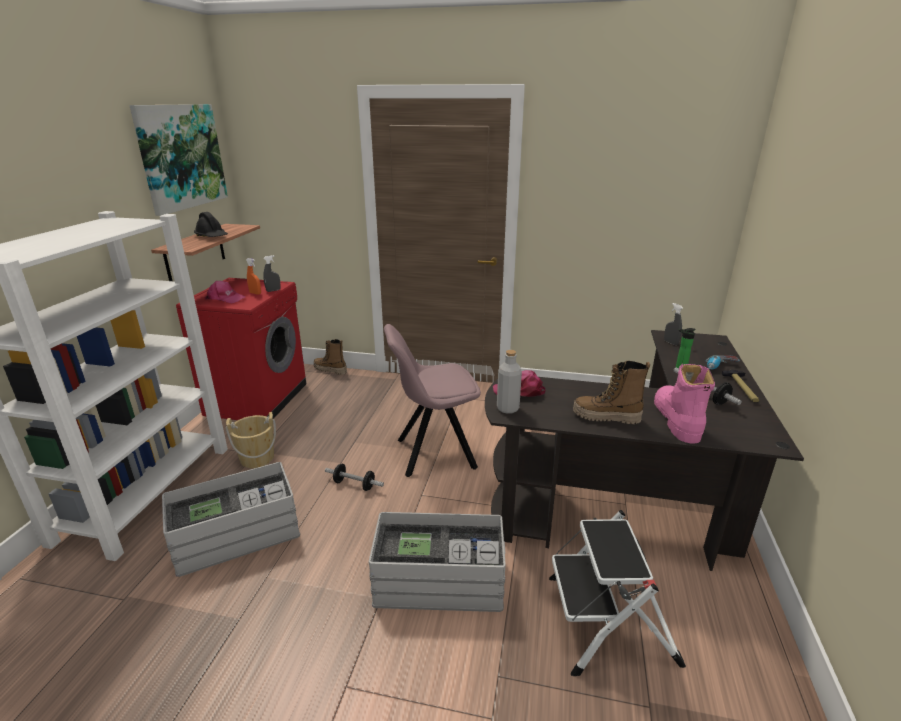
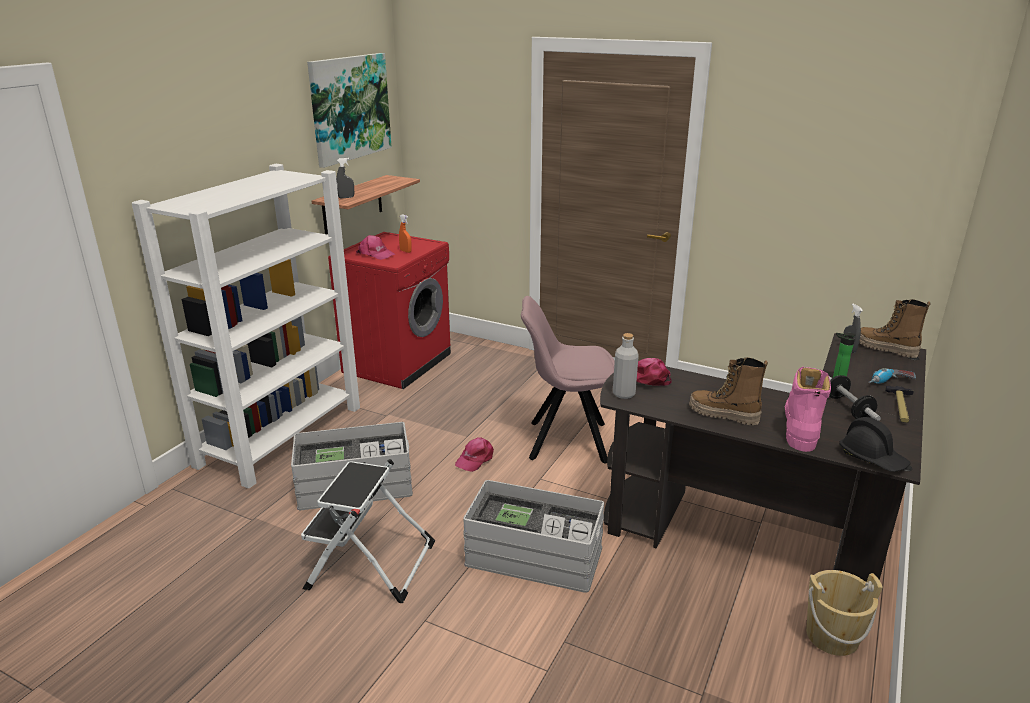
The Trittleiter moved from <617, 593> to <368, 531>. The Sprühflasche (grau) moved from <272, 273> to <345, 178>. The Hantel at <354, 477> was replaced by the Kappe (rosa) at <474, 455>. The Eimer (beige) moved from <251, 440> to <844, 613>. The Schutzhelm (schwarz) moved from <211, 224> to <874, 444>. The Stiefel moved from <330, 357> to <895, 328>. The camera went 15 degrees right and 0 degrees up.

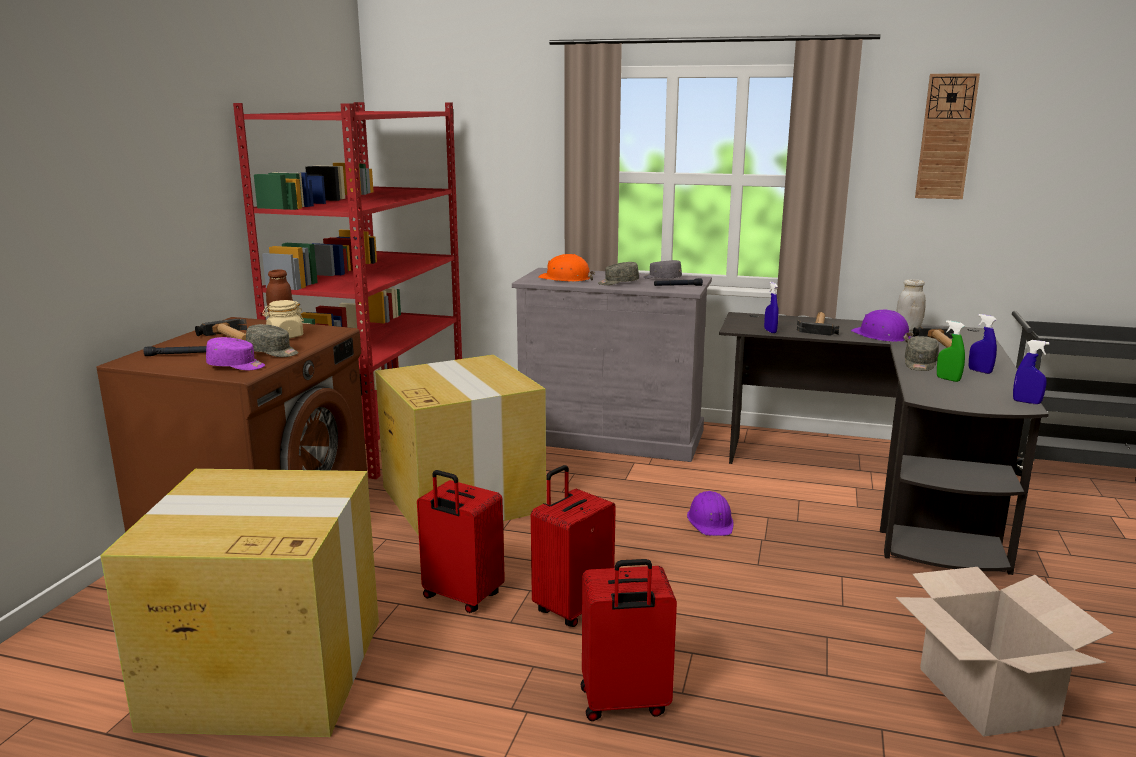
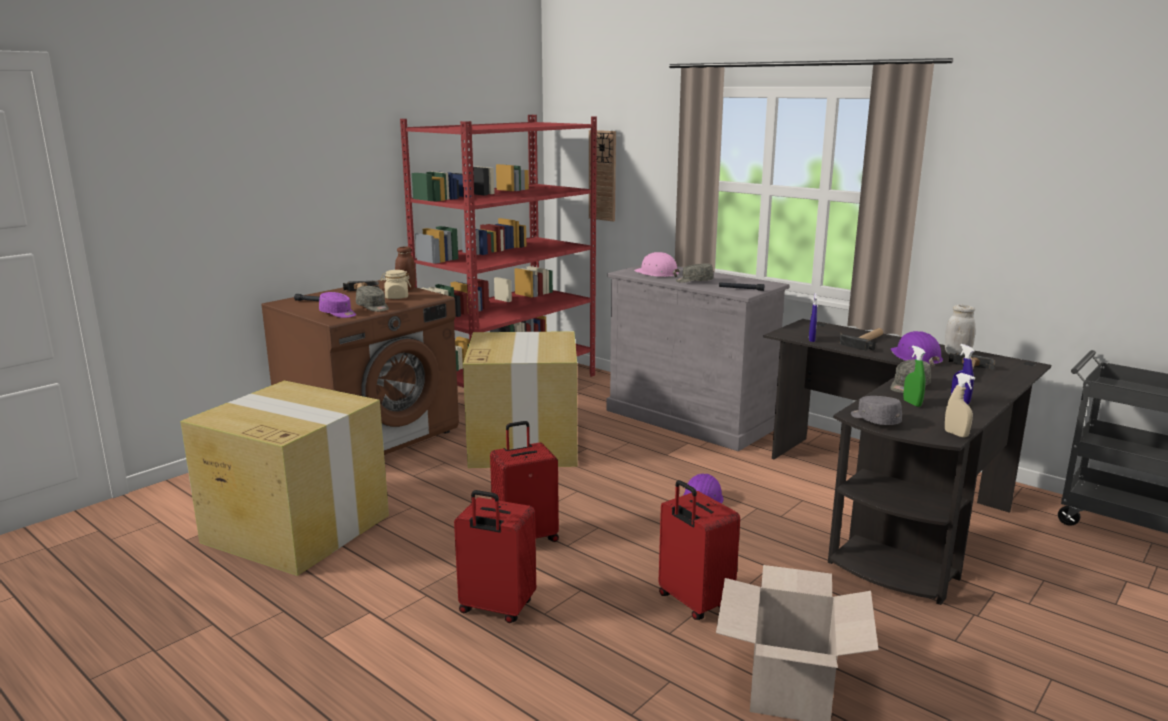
The Wanduhr moved from <947, 136> to <602, 176>. The Schutzhelm (orange) at <566, 268> became the Schutzhelm (rosa) at <657, 264>. The Koffer (rot) moved from <461, 541> to <699, 550>. The Kappe (grau) moved from <662, 269> to <876, 410>. The Sprühflasche (blau) at <1031, 372> became the Sprühflasche (beige) at <960, 405>. The camera went 25 degrees right and 0 degrees up.

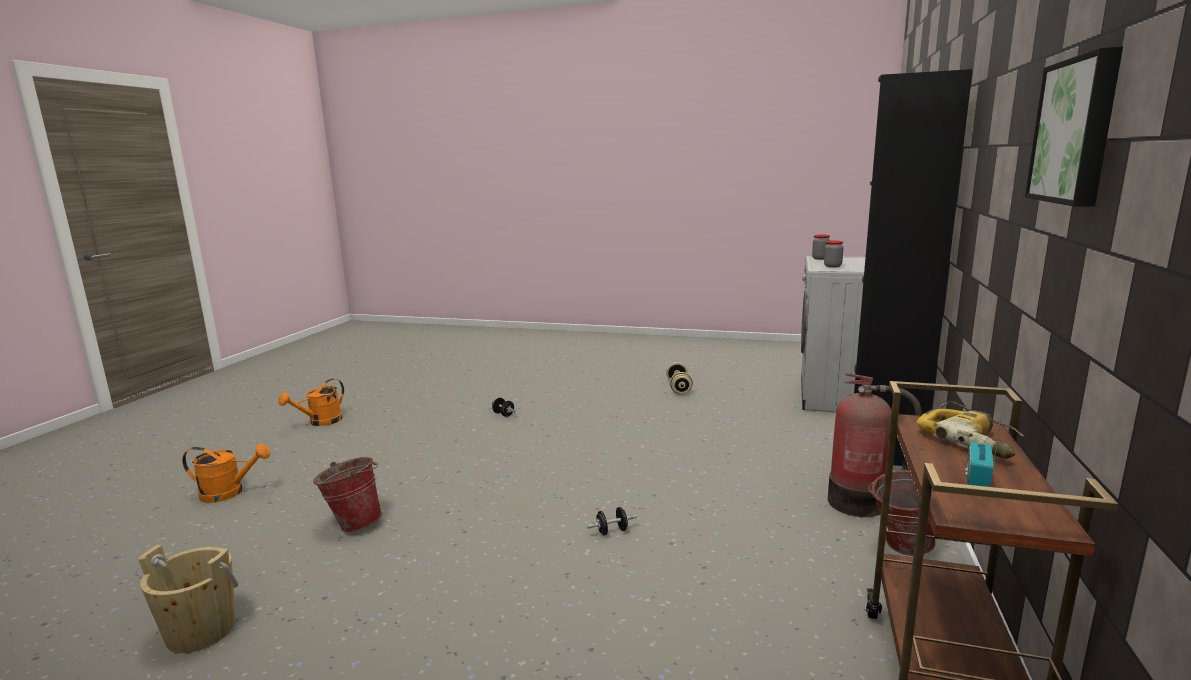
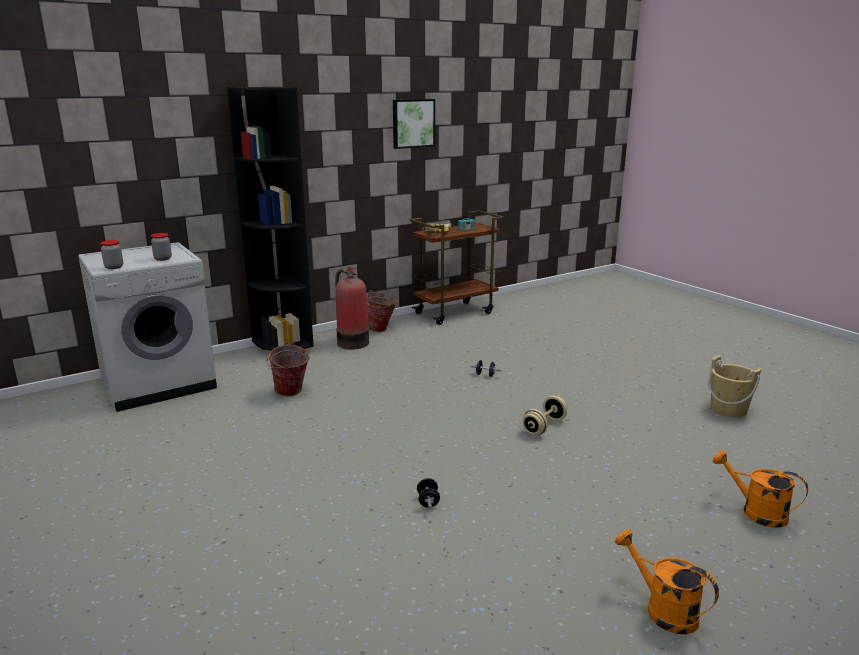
The Eimer moved from <347, 494> to <287, 369>. The Hantel (beige) moved from <679, 378> to <544, 415>. The Gießkanne (orange) at <311, 402> turned 120 degrees counterclockwise. The camera went 140 degrees left and 5 degrees up.

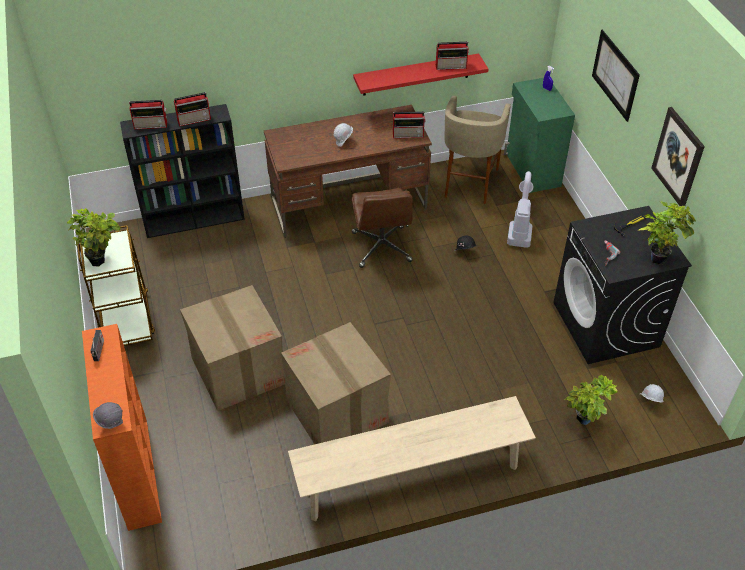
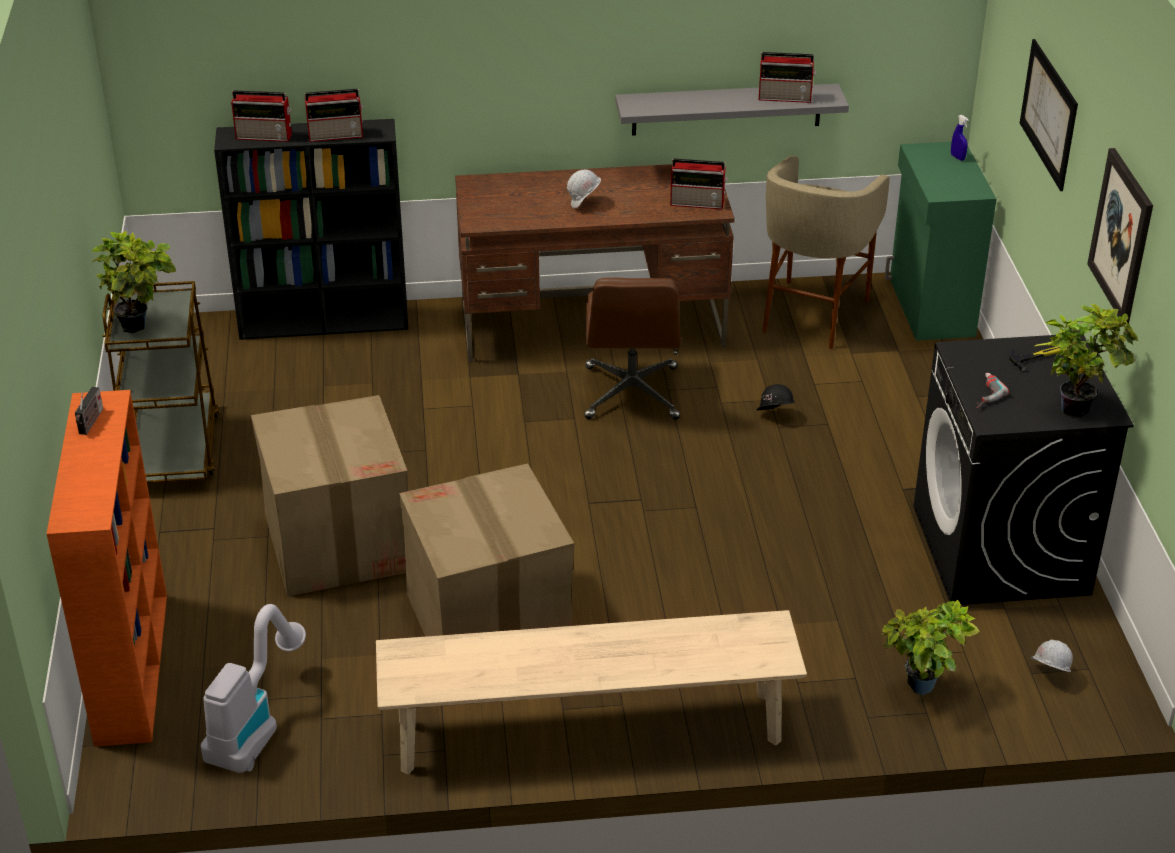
The Staubsauger moved from <520, 209> to <253, 688>. The Wandregal (rot) at <420, 74> became the Wandregal (grau) at <732, 110>. The Schutzhelm (grau) at <108, 415> disappeared. The camera went 10 degrees right and 10 degrees down.

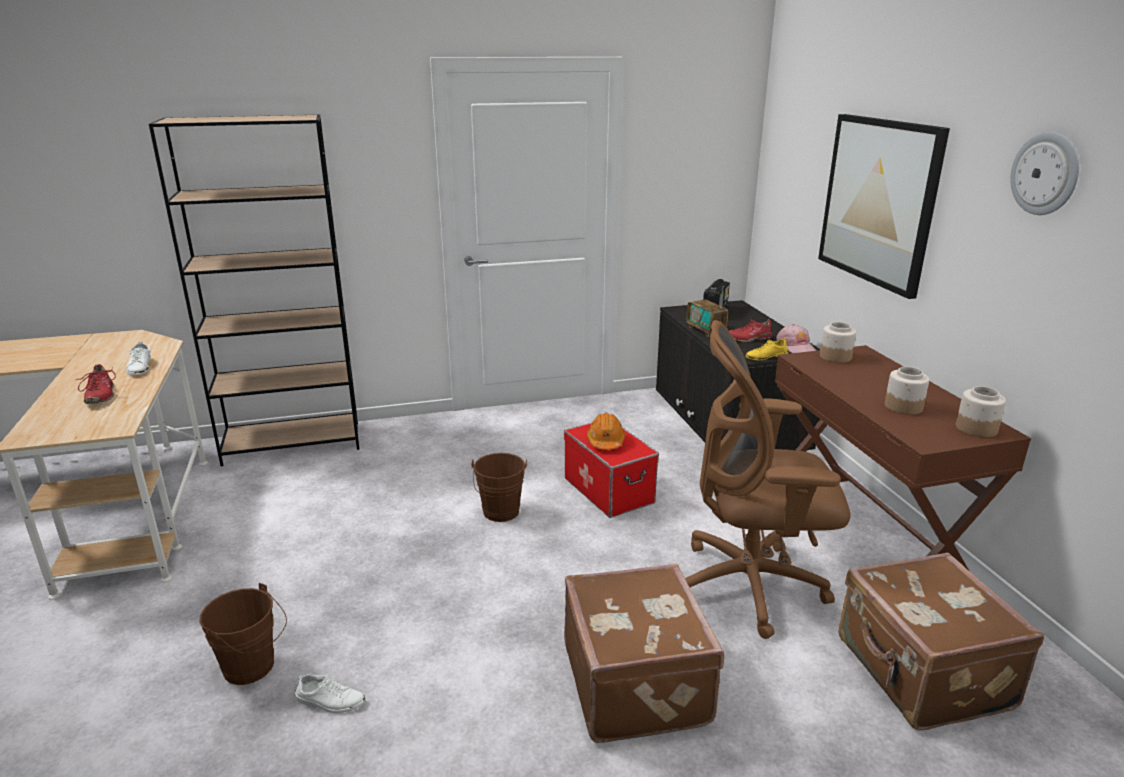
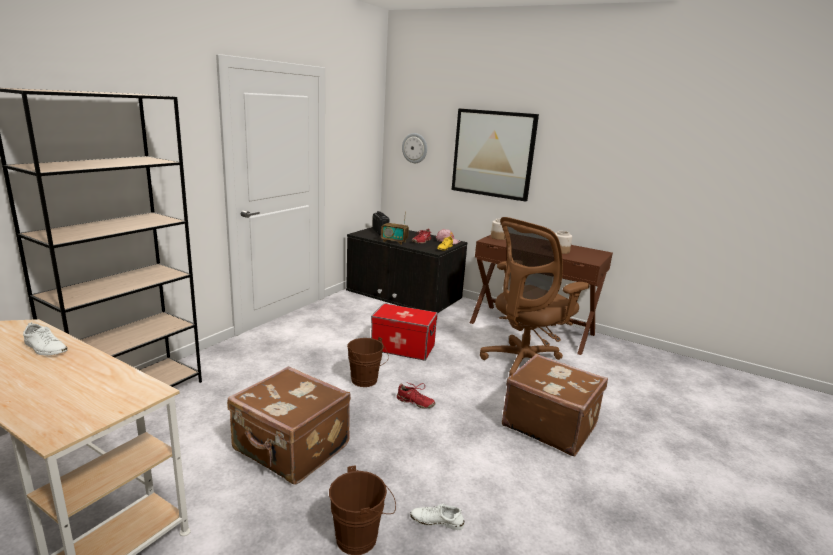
The Koffer (braun) moved from <941, 641> to <289, 425>. The Schuh (rot) moved from <96, 384> to <416, 395>. The Wanduhr moved from <1044, 173> to <414, 148>. The Schuh (weiß) at <330, 694> turned 135 degrees counterclockwise. The Schutzhelm (orange) at <606, 431> disappeared. The Vorratsglas at <981, 412> disappeared. The camera went 45 degrees left and 5 degrees down.

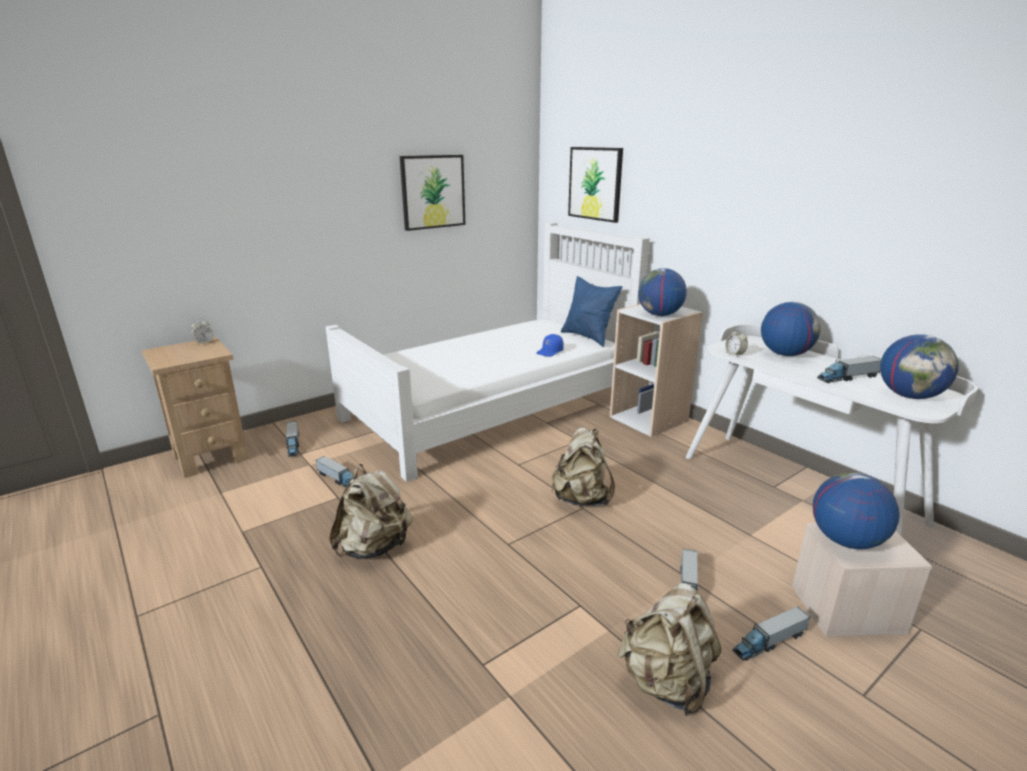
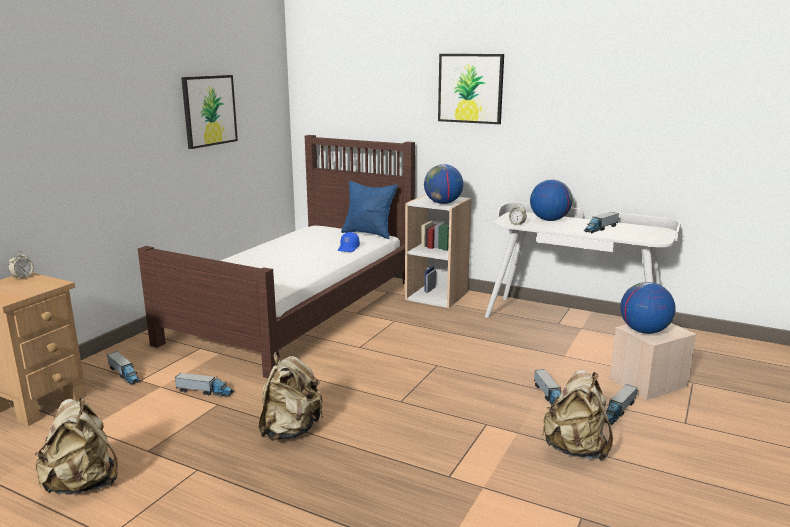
The Rucksack (beige) moved from <583, 466> to <76, 446>. The Bett (weiß) at <487, 352> became the Bett (braun) at <276, 256>. The Bild moved from <595, 185> to <471, 89>. The Globus at <919, 366> disappeared. The camera went 25 degrees left and 5 degrees down.

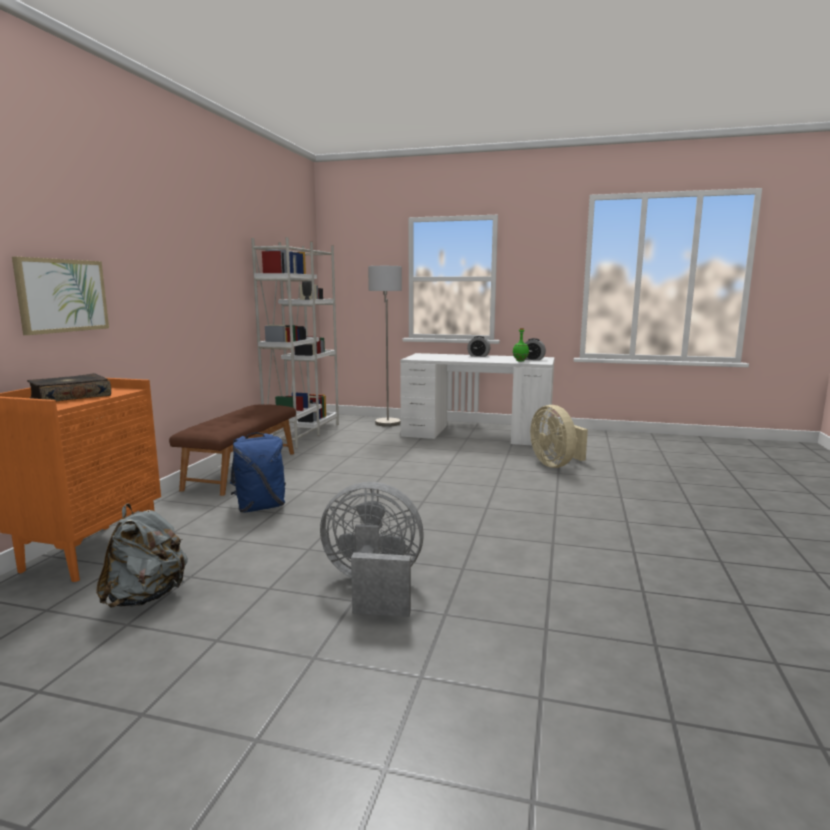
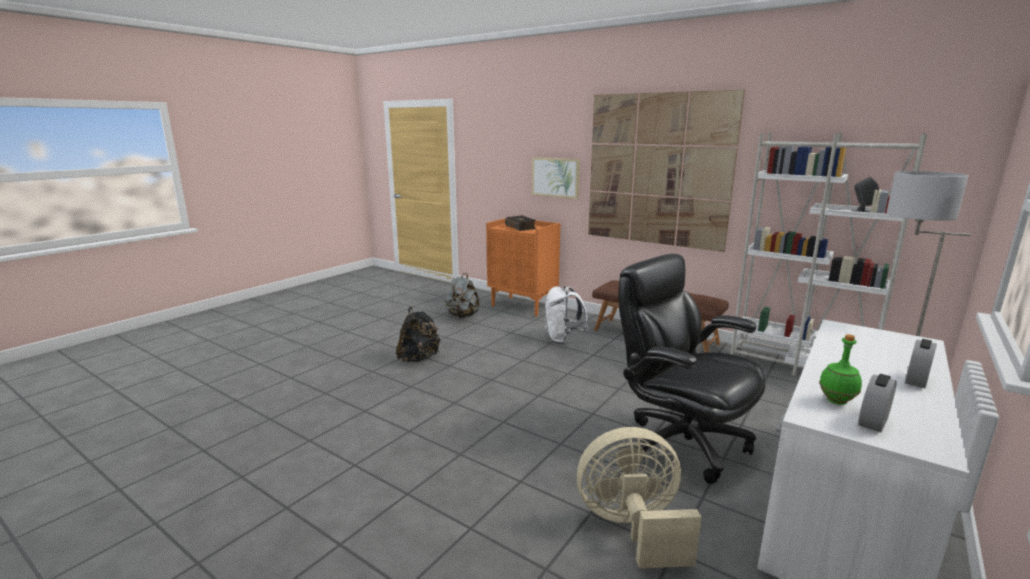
The Ventilator (grau) at <372, 549> was replaced by the Rucksack (schwarz) at <418, 334>. The Rucksack (blau) at <258, 472> became the Rucksack (weiß) at <566, 315>. The Bild at <666, 171> appeared. The Bürostuhl (schwarz) at <691, 369> appeared. The camera went 110 degrees right and 5 degrees up.

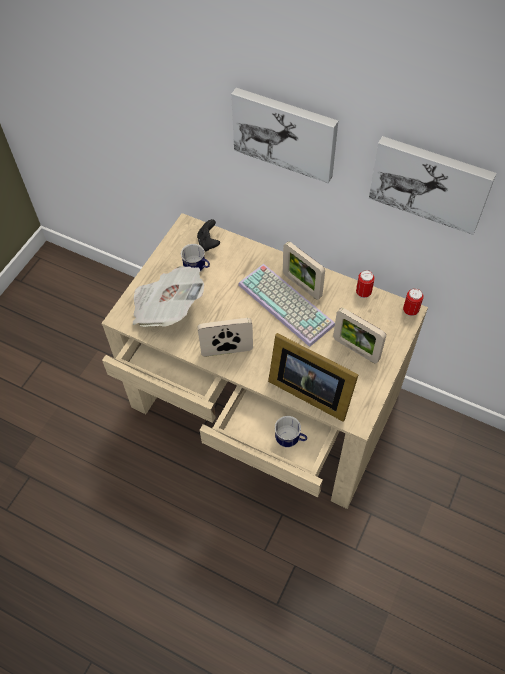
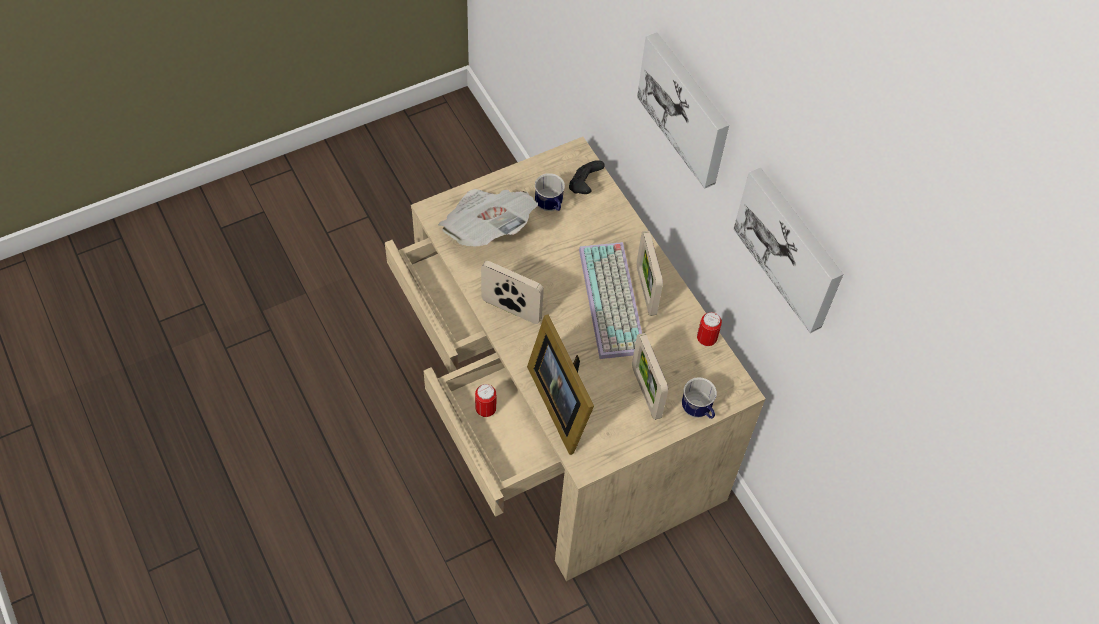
The Dose moved from <413, 302> to <485, 400>. The Henkelbecher moved from <291, 431> to <699, 398>. The camera went 30 degrees right and 0 degrees up.

